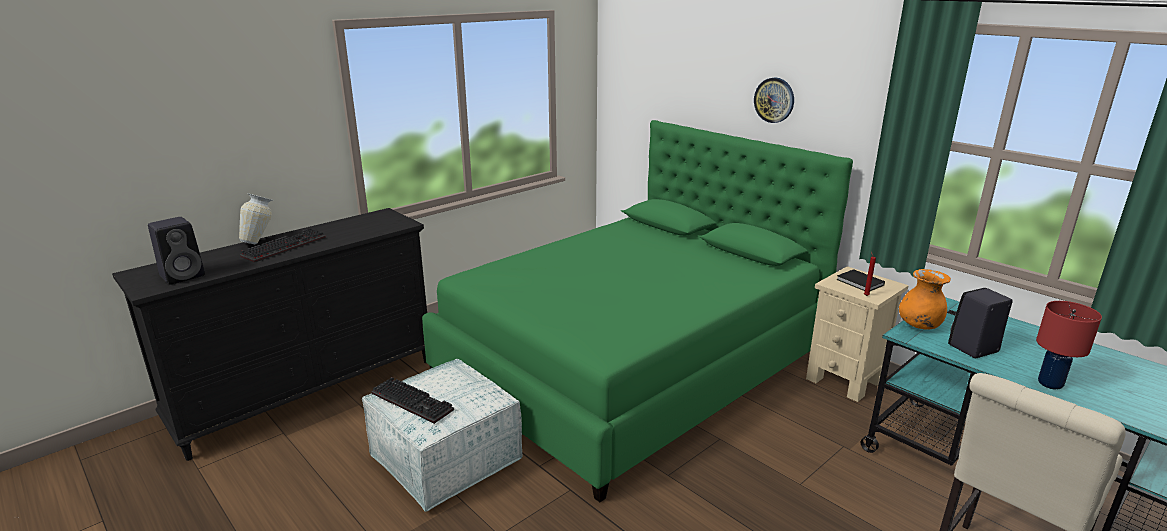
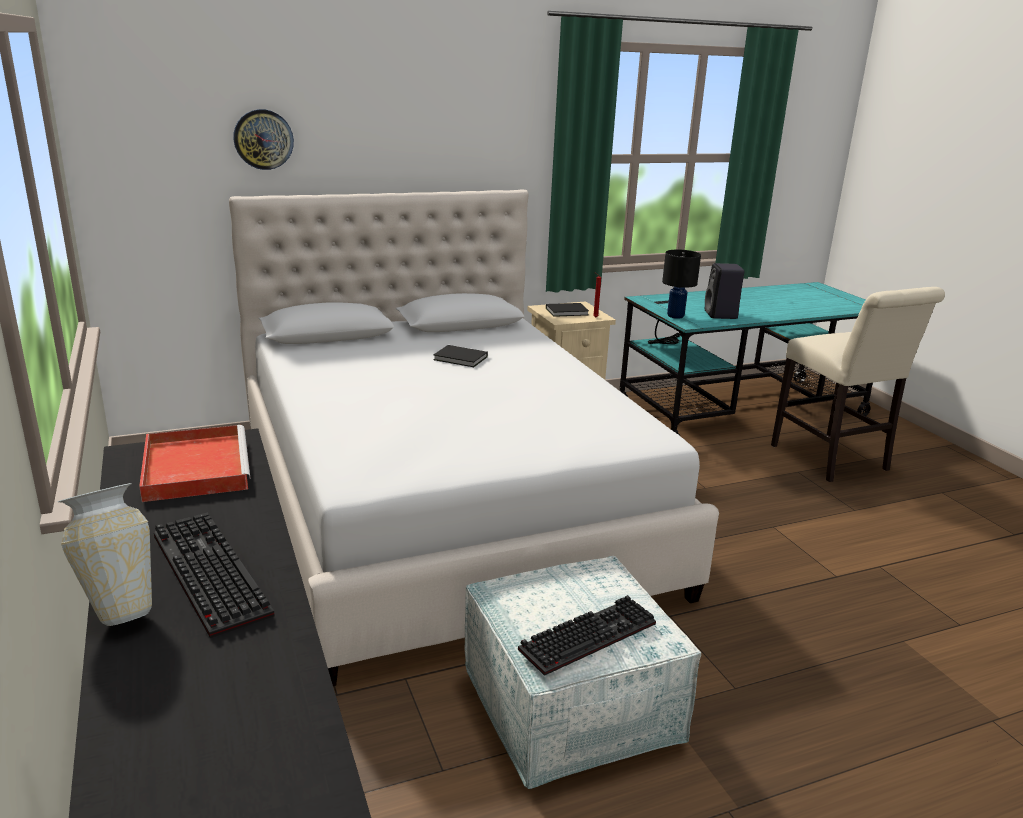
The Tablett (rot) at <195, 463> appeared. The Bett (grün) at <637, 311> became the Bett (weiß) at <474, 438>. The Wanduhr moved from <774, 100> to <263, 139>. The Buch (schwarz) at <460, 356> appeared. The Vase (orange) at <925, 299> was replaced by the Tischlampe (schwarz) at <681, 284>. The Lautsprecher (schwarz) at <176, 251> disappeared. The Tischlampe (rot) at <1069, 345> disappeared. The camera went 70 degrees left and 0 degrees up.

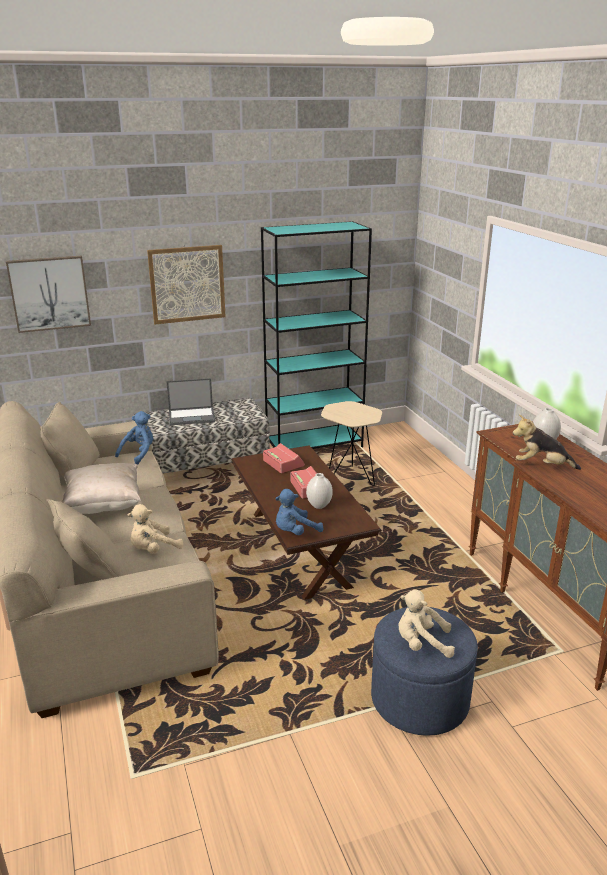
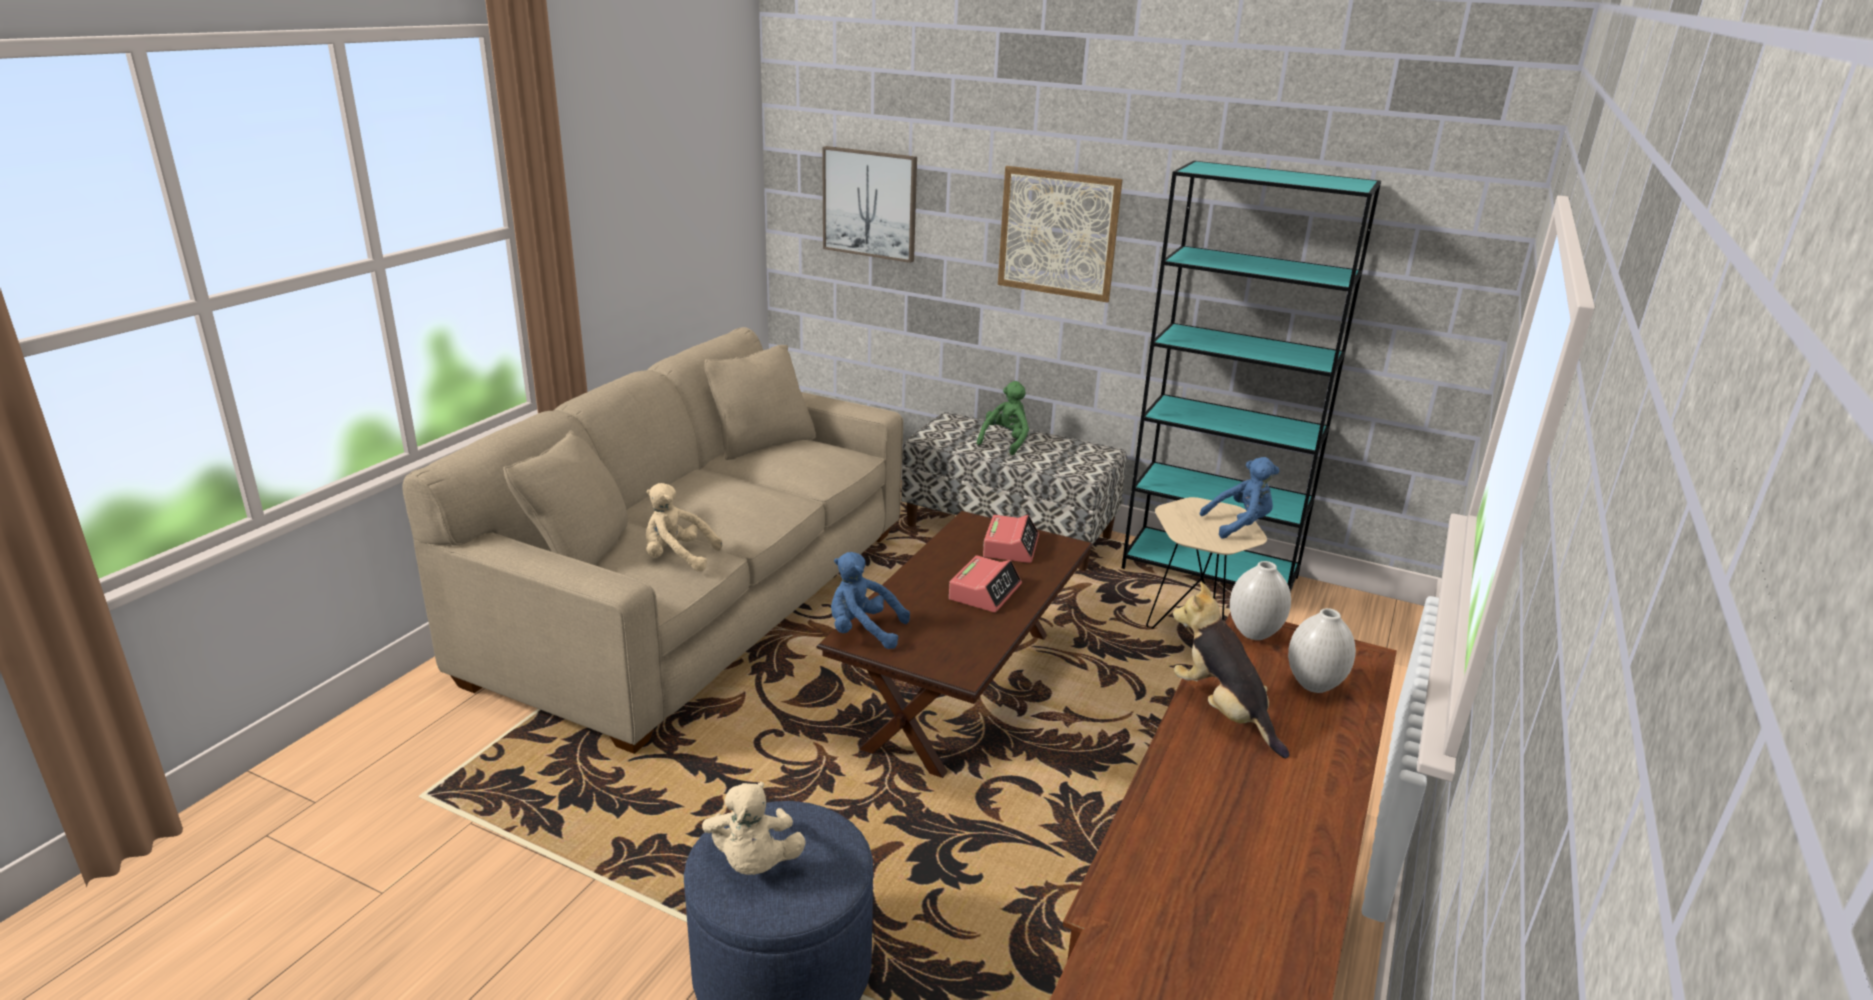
The Plüschtier (beige) at <427, 624> turned 150 degrees counterclockwise. The Laptop at <190, 401> was replaced by the Plüschtier (grün) at <1003, 418>. The Plüschtier (blau) moved from <134, 438> to <1240, 498>. The Vase (weiß) moved from <319, 491> to <1260, 600>. The Kissen (beige) at <101, 488> disappeared. The camera went 45 degrees right and 0 degrees up.

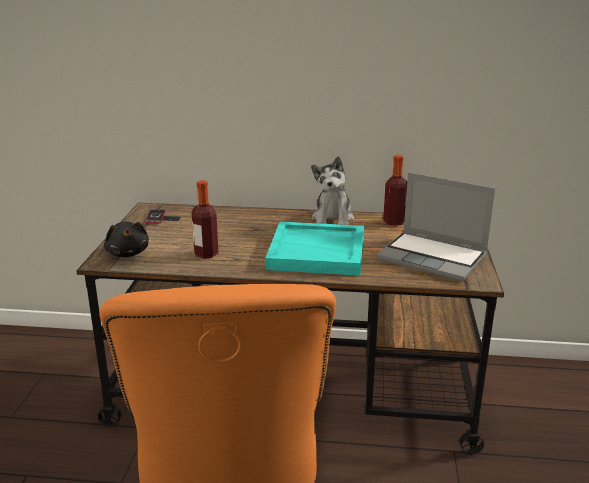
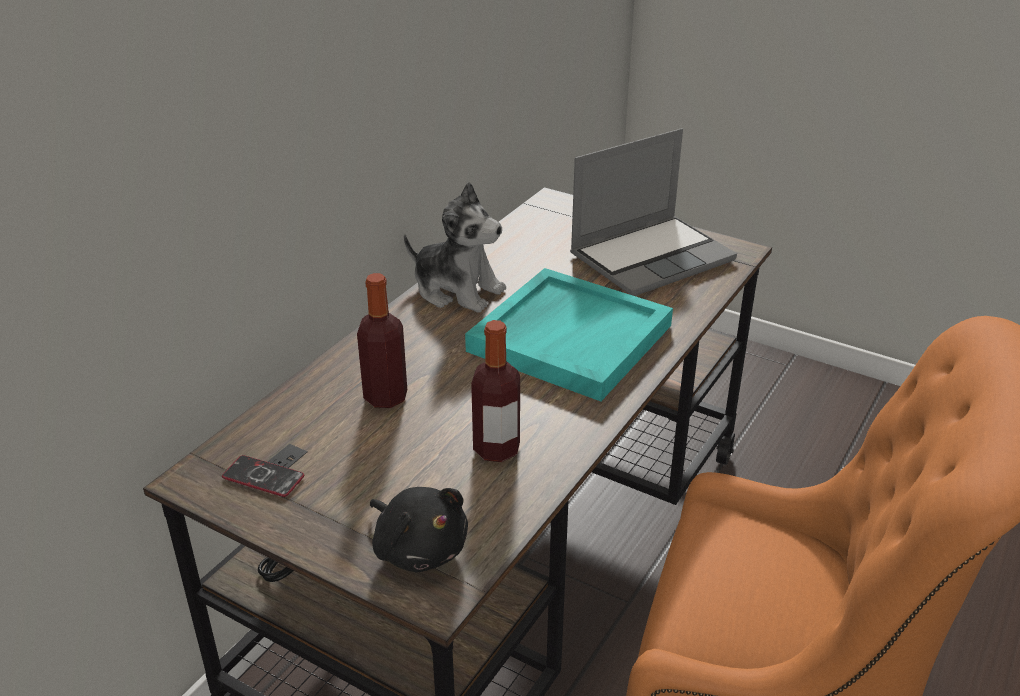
The Flasche moved from <395, 190> to <382, 340>. The Plüschtier (schwarz) at <126, 239> turned 45 degrees clockwise. The camera went 65 degrees left and 10 degrees up.

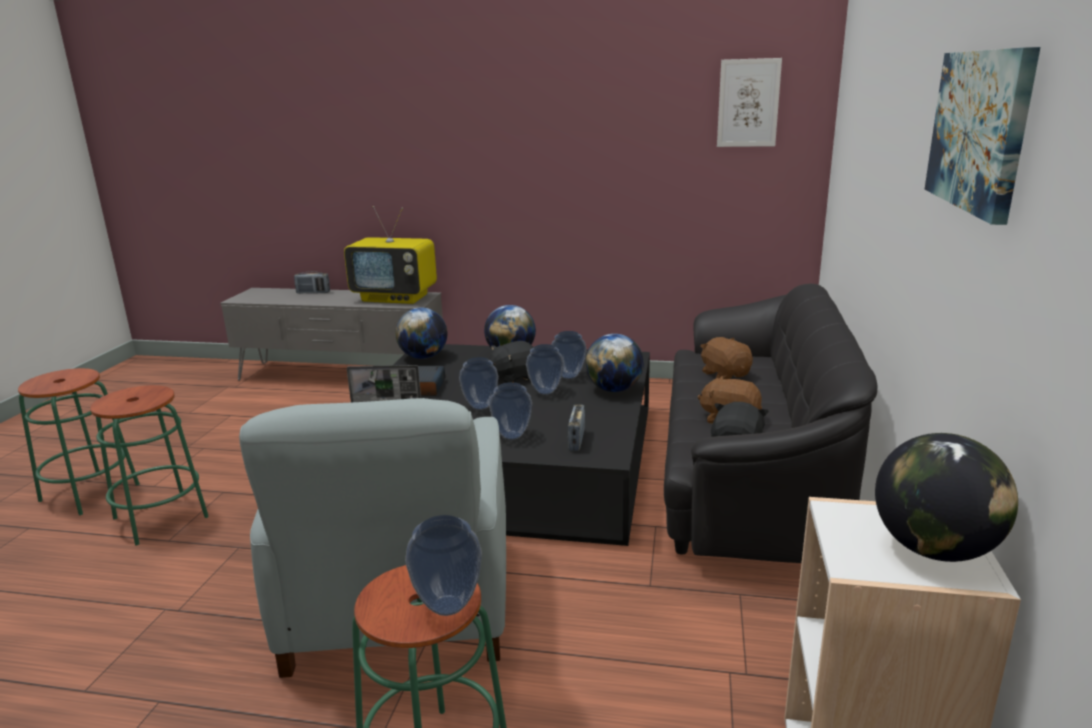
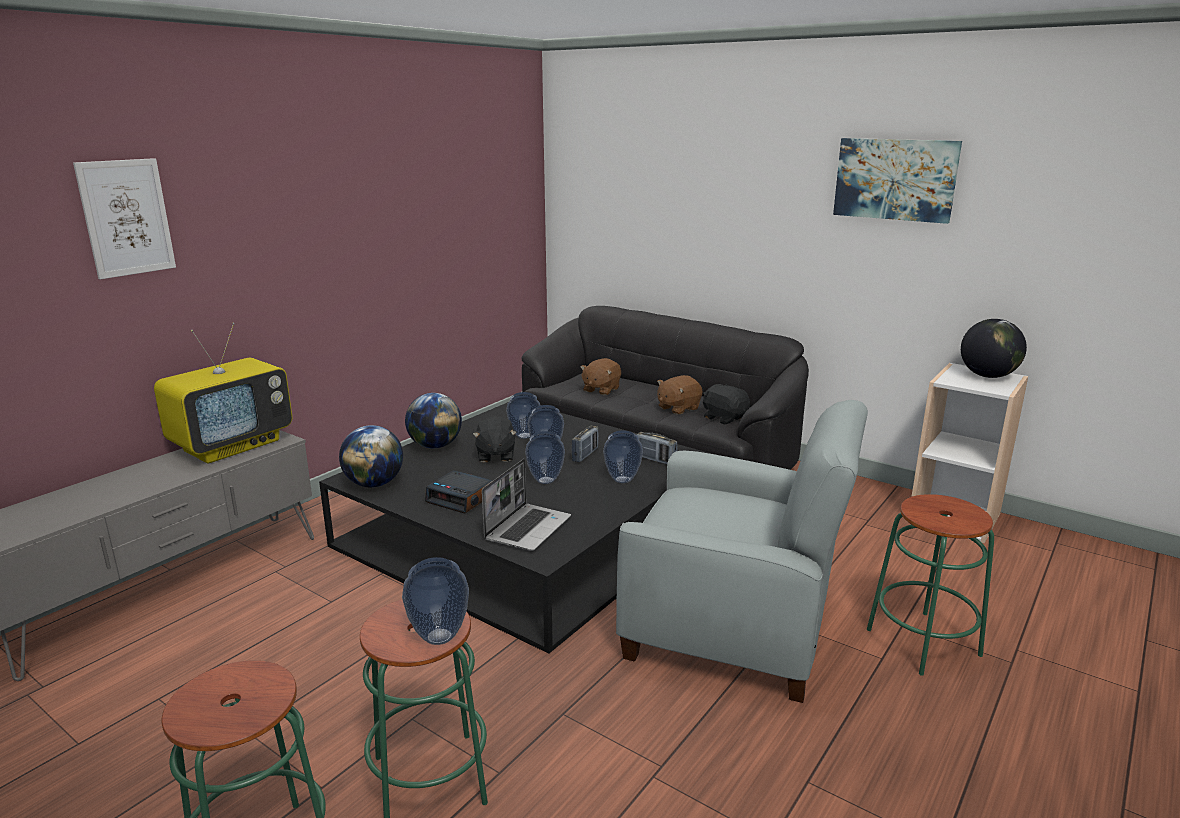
The Bild moved from <749, 102> to <124, 218>. The Vase moved from <443, 565> to <435, 601>. The Radio moved from <312, 282> to <585, 444>. The Plüschtier (braun) at <726, 358> turned 60 degrees counterclockwise. The Globus at <614, 363> disappeared. The camera went 65 degrees left and 0 degrees up.

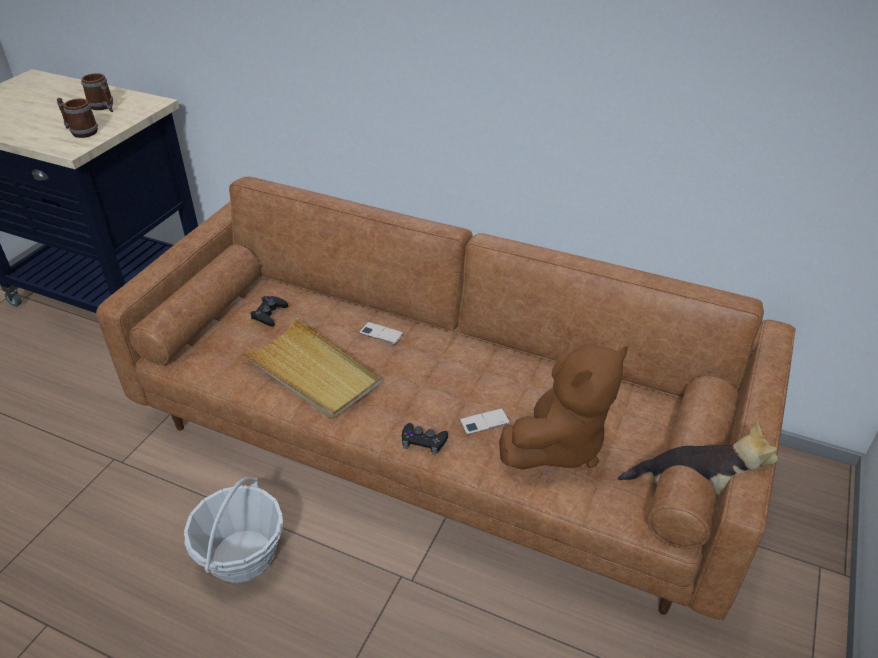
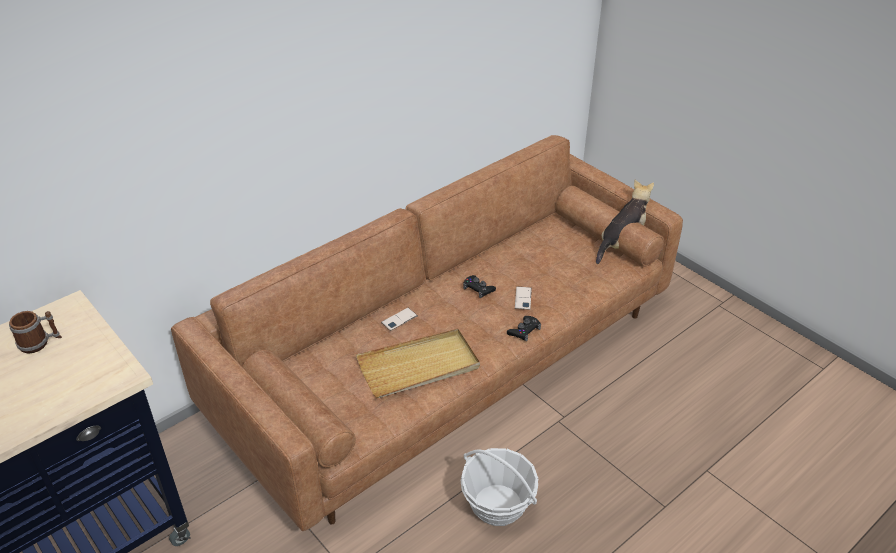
The Gamepad (schwarz) moved from <269, 311> to <479, 286>. The Henkelbecher at <77, 118> disappeared. The Plüschtier (braun) at <563, 406> disappeared. The camera went 65 degrees left and 0 degrees up.

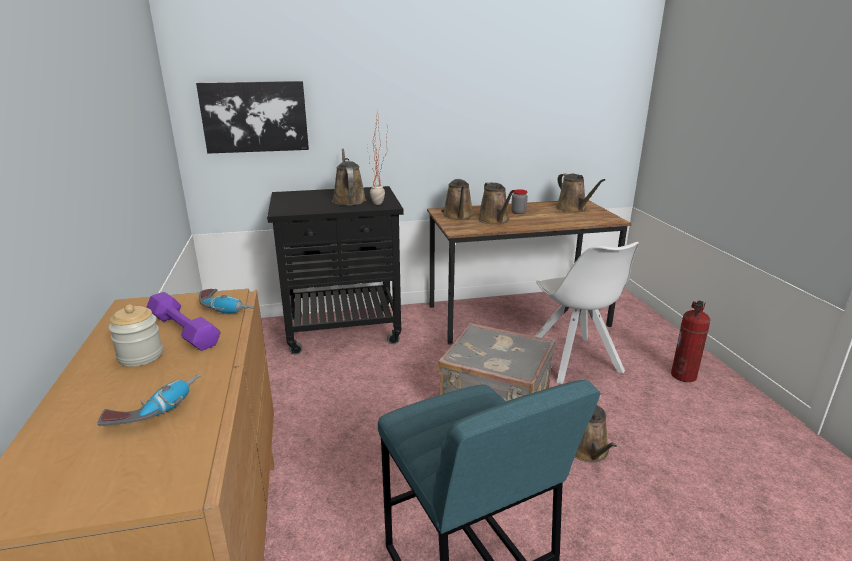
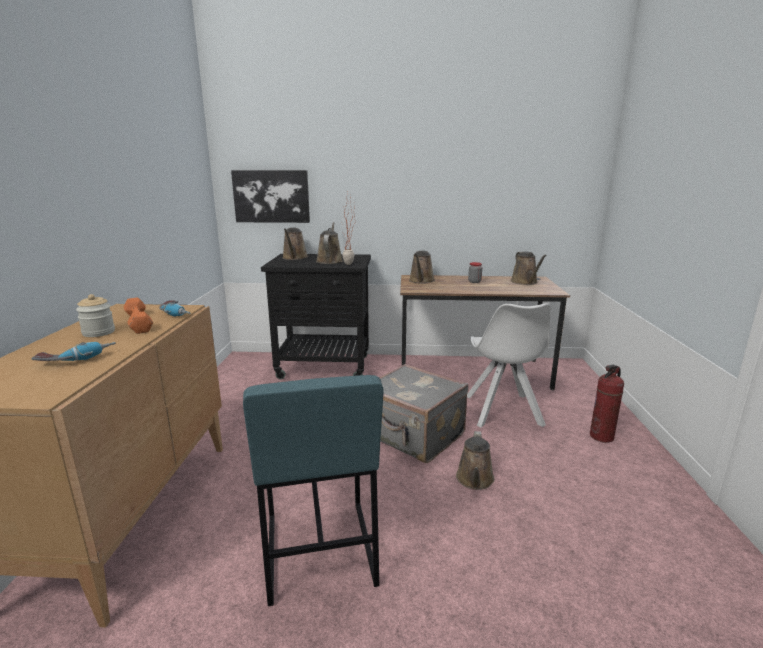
The Hantel (lila) at <183, 321> became the Hantel (orange) at <138, 316>. The Gießkanne (braun) moved from <496, 203> to <295, 244>. The camera went 15 degrees right and 5 degrees down.

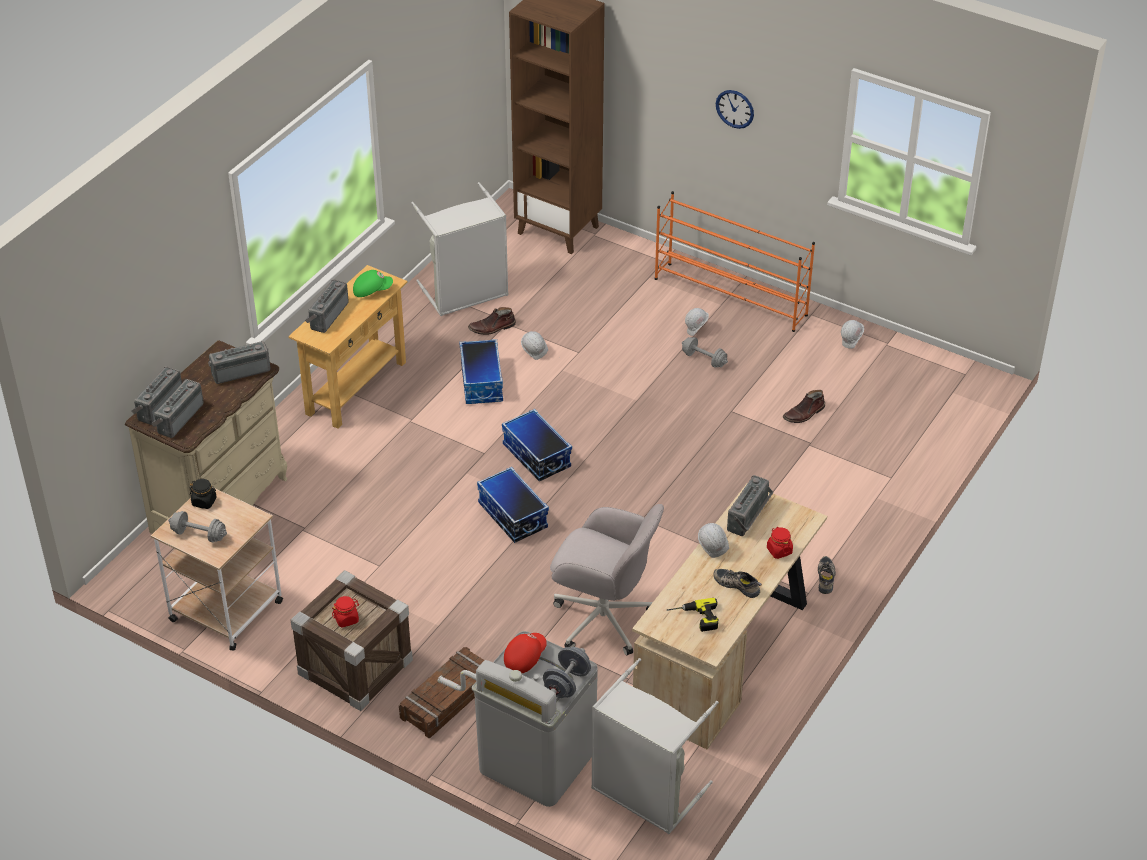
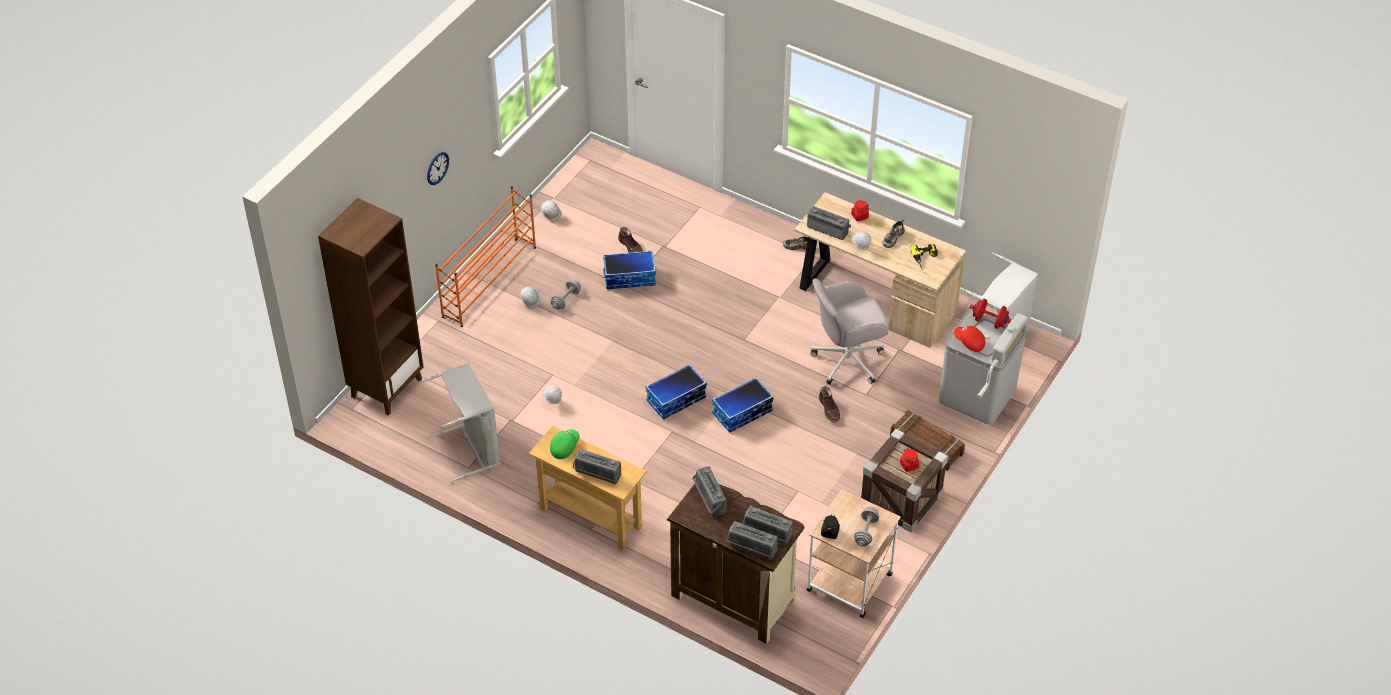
The Kappe (grün) at <373, 283> turned 45 degrees clockwise. The Aufbewahrungsbox moved from <481, 371> to <629, 269>. The Bürostuhl (grau) at <607, 580> turned 135 degrees counterclockwise. The Stiefel (braun) moved from <492, 321> to <829, 404>. The Hantel (grau) at <567, 672> became the Hantel (rot) at <991, 314>. The camera went 90 degrees left and 5 degrees up.

